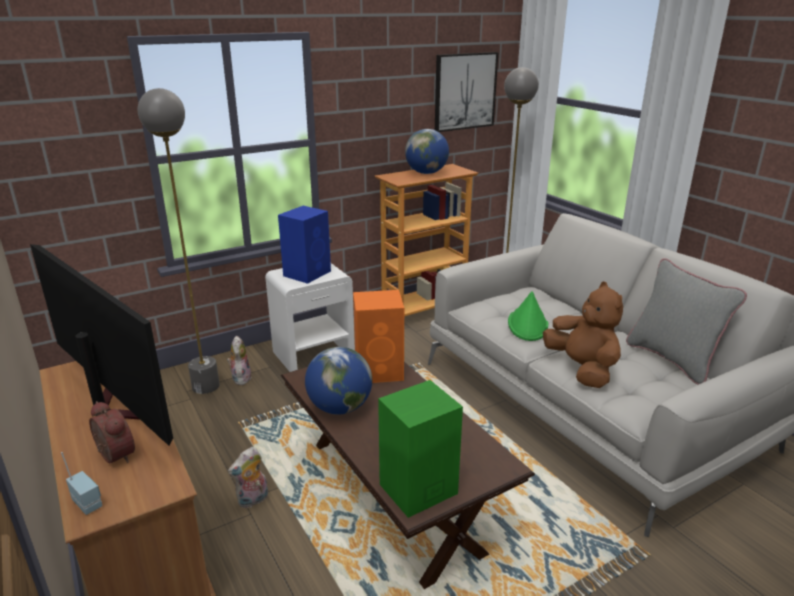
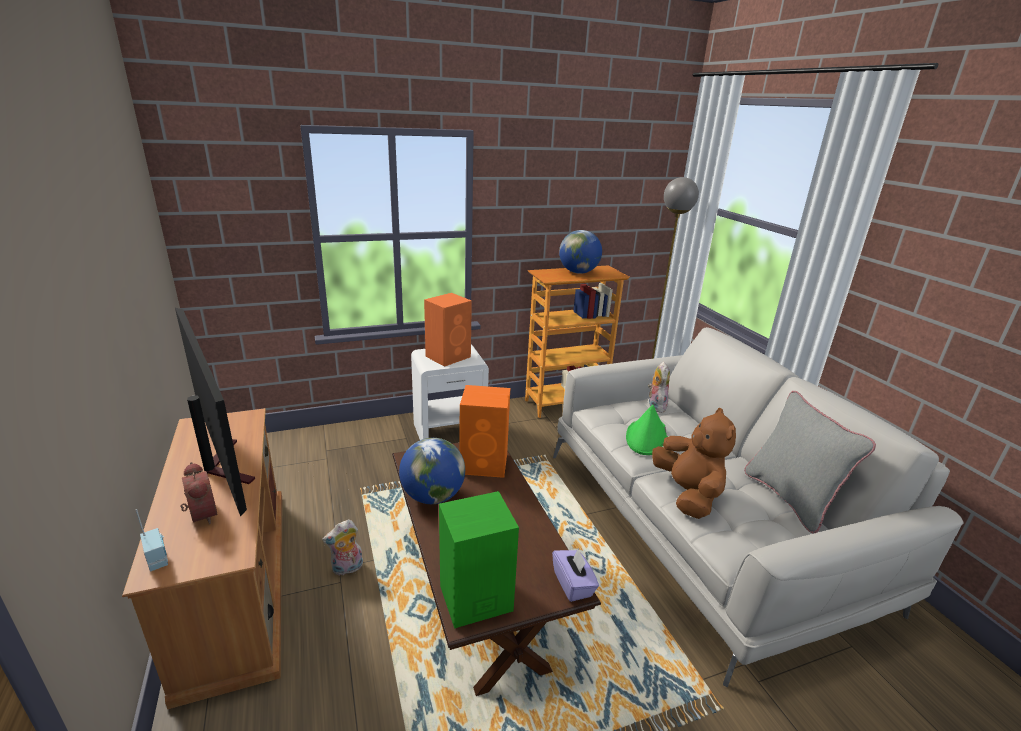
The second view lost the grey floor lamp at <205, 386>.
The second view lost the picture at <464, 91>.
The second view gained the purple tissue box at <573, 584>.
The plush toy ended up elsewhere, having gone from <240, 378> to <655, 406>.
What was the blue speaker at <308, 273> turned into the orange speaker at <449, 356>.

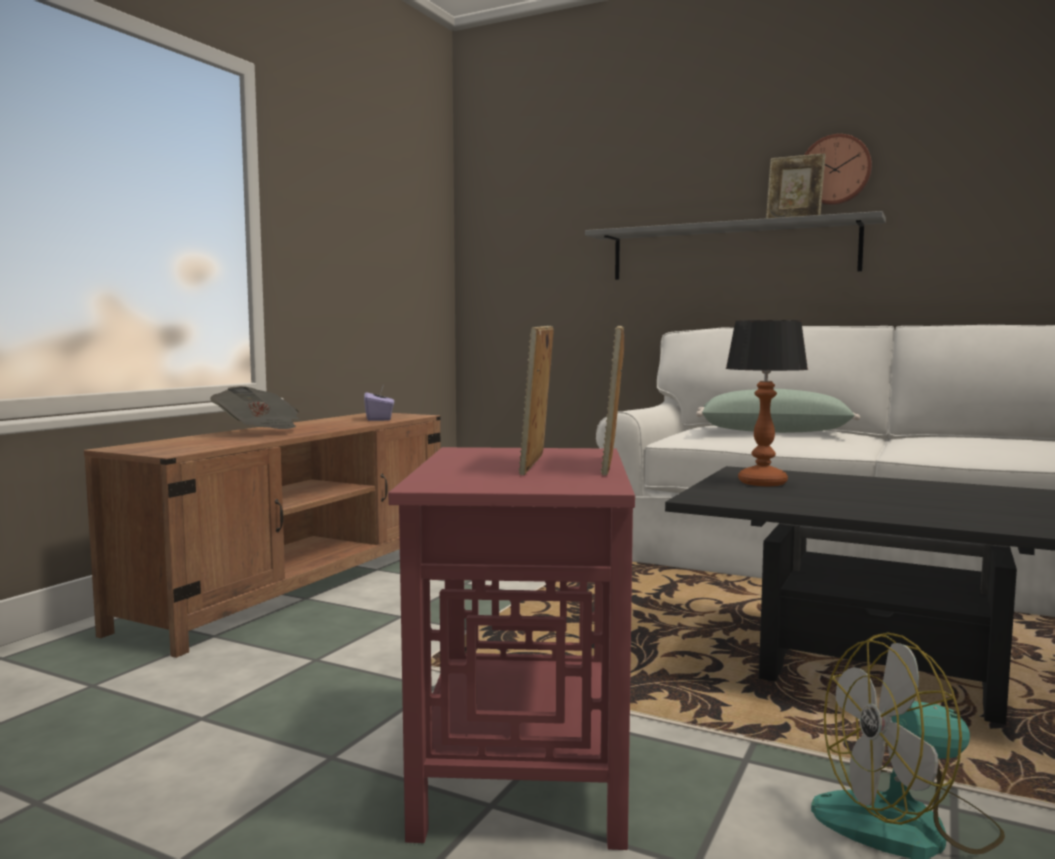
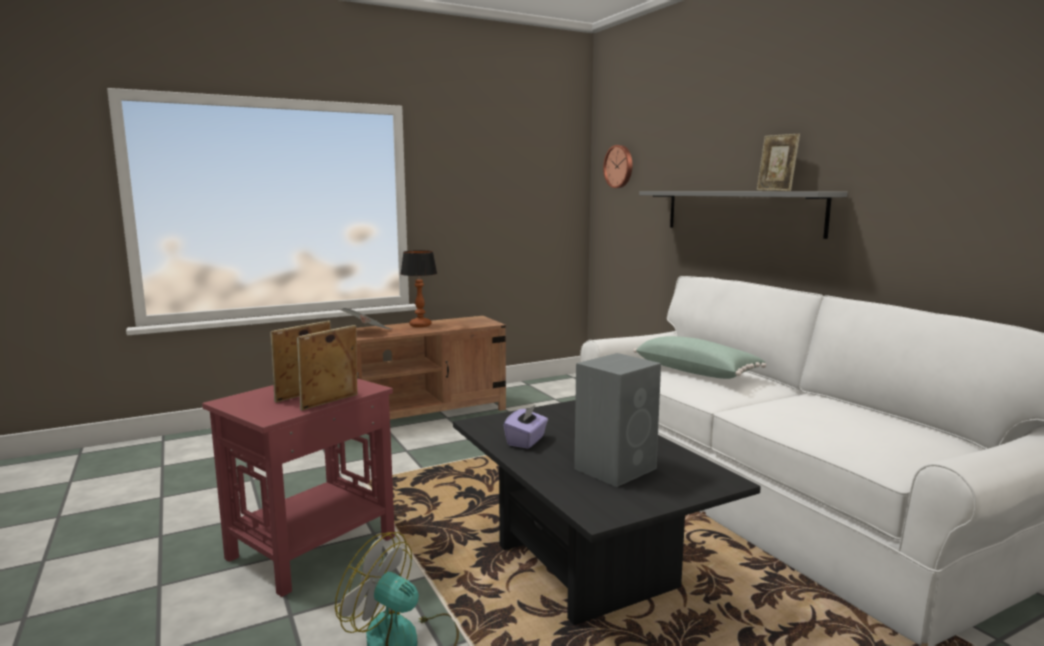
The second view gained the grey speaker at <616, 468>.
The purple tissue box ended up elsewhere, having gone from <379, 419> to <526, 441>.
The table lamp ended up elsewhere, having gone from <762, 482> to <420, 325>.
The wall clock ended up elsewhere, having gone from <835, 170> to <619, 166>.

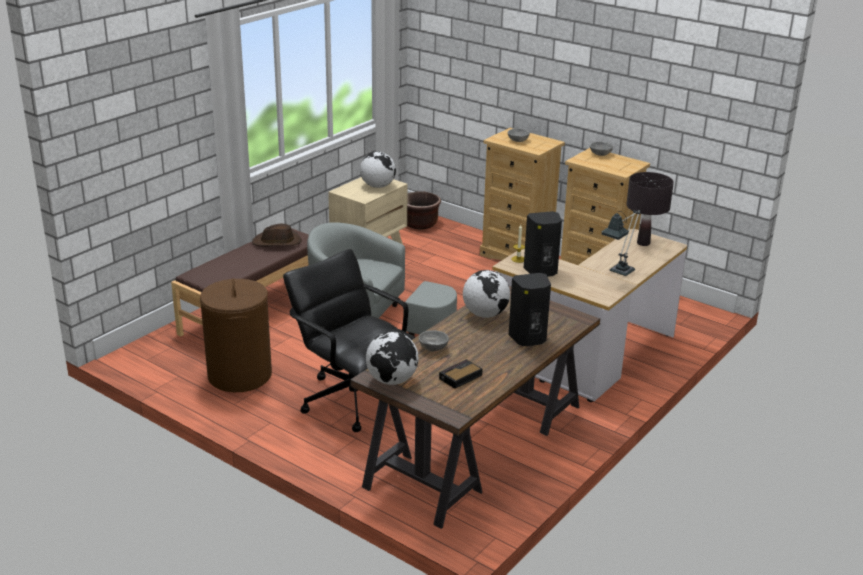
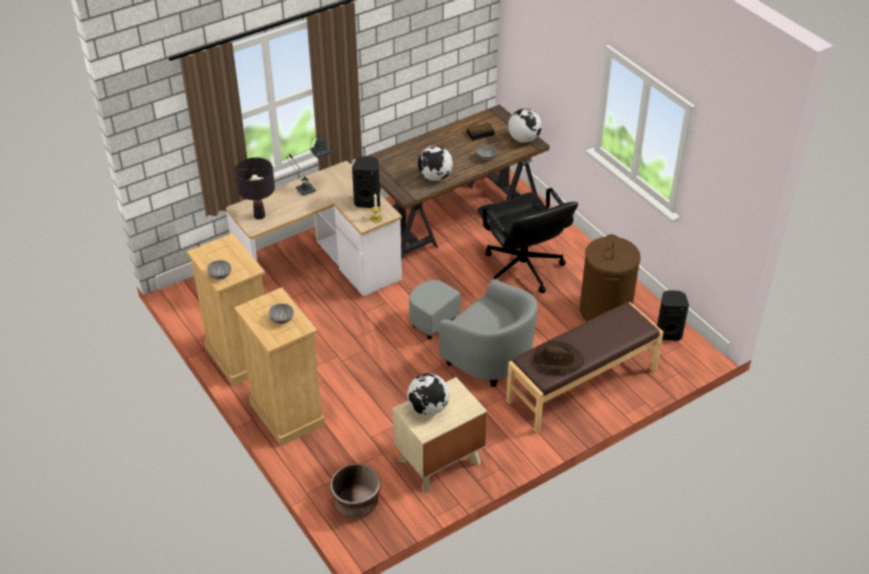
The black speaker ended up elsewhere, having gone from <528, 339> to <668, 333>.

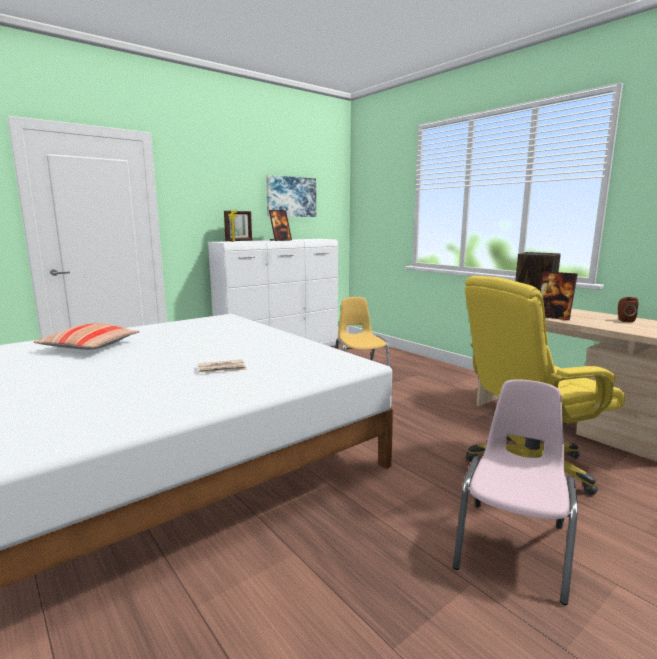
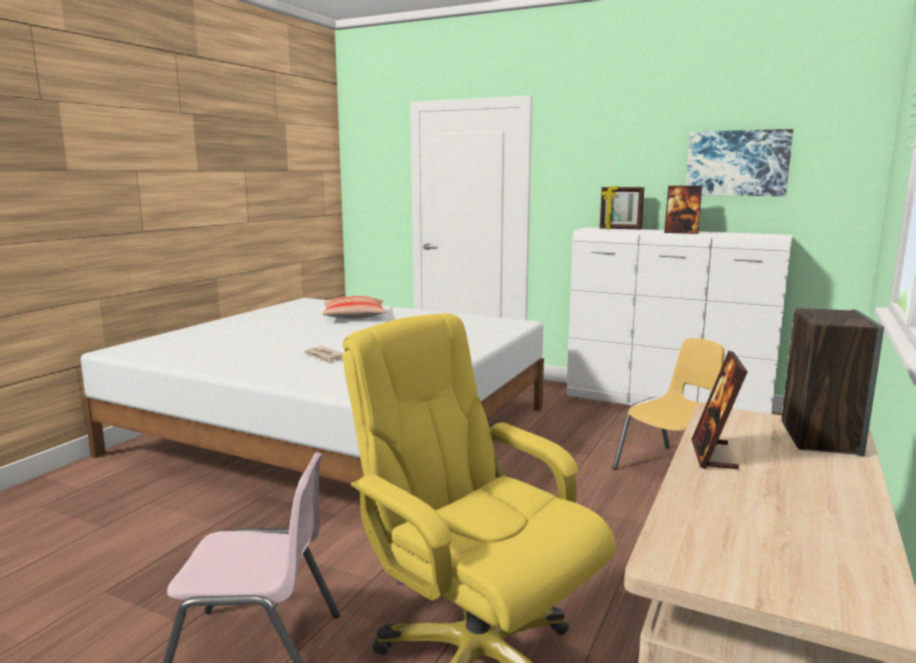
The second view lost the brown speaker at <624, 320>.

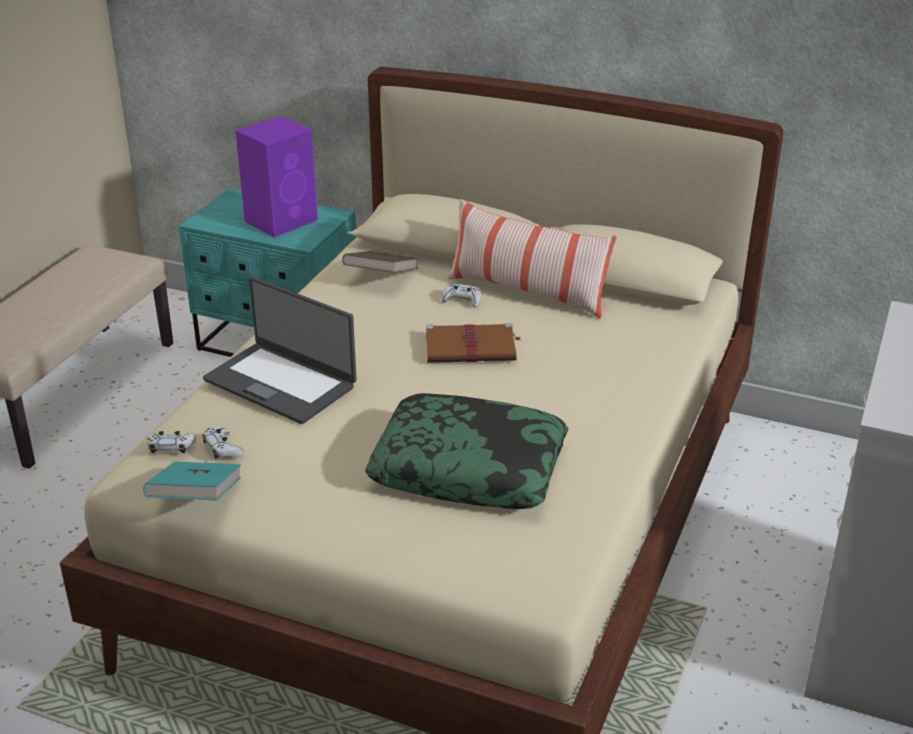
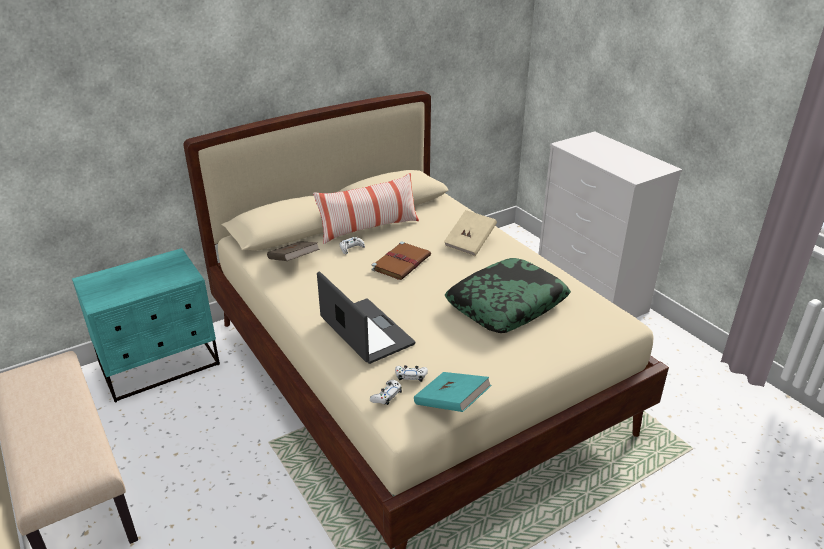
The second view lost the purple speaker at <282, 220>.
The second view gained the beige book at <470, 243>.
The laptop at <281, 382> ended up facing another way, 105 degrees counterclockwise from before.

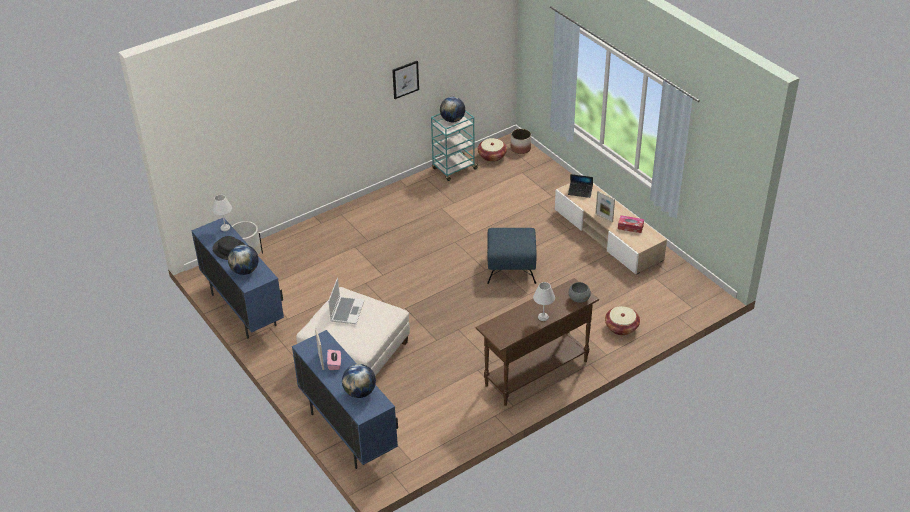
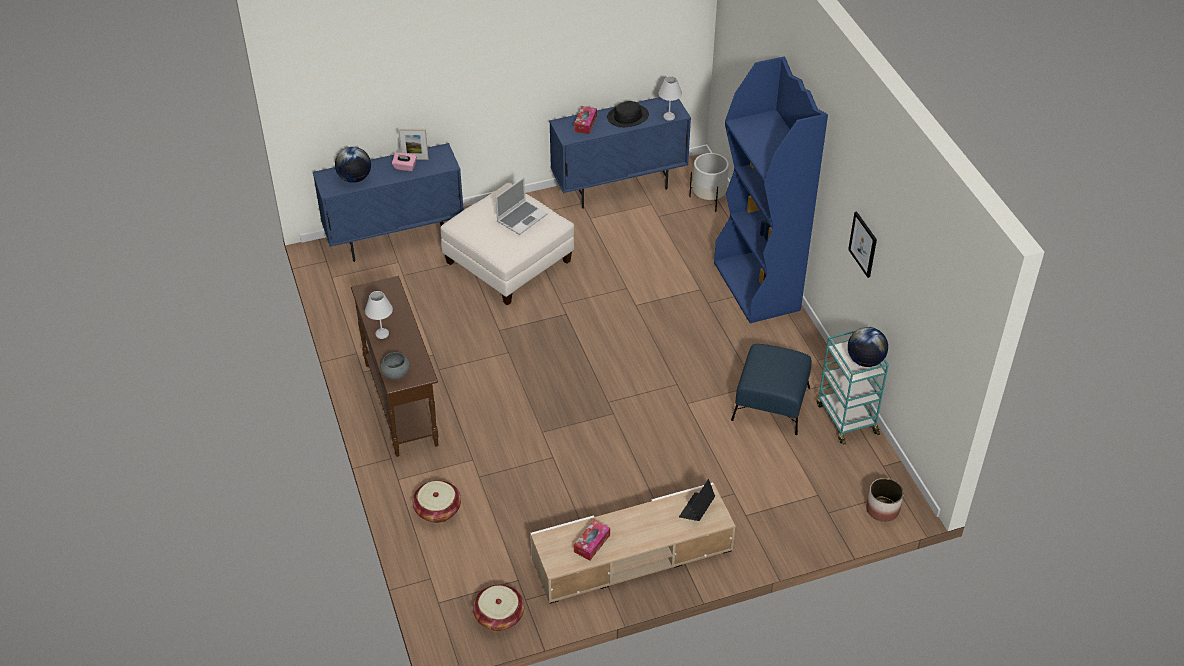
The second view lost the picture frame at <604, 218>.
The second view gained the blue bookcase at <757, 287>.
The basket ended up elsewhere, having gone from <492, 156> to <499, 616>.
The blue ottoman ended up elsewhere, having gone from <511, 267> to <770, 404>.
Where the globe stood at <245, 271>, the tissue box came to stand at <585, 124>.
The laptop at <347, 311> ended up facing another way, 75 degrees counterclockwise from before.

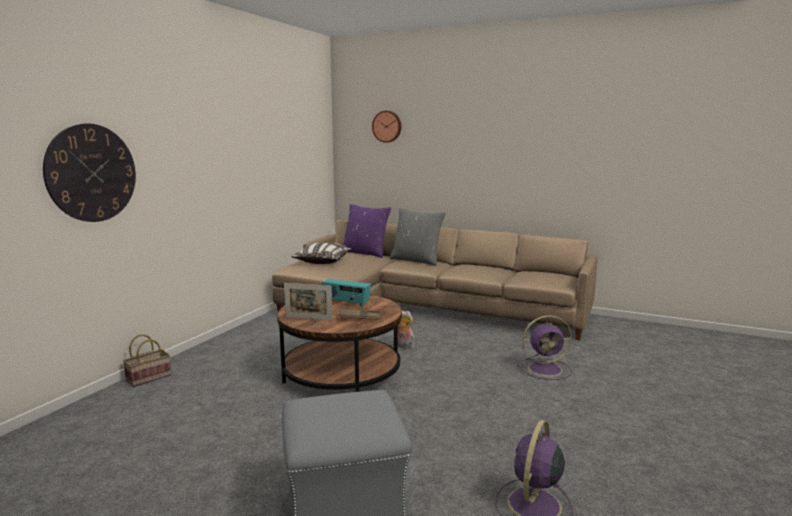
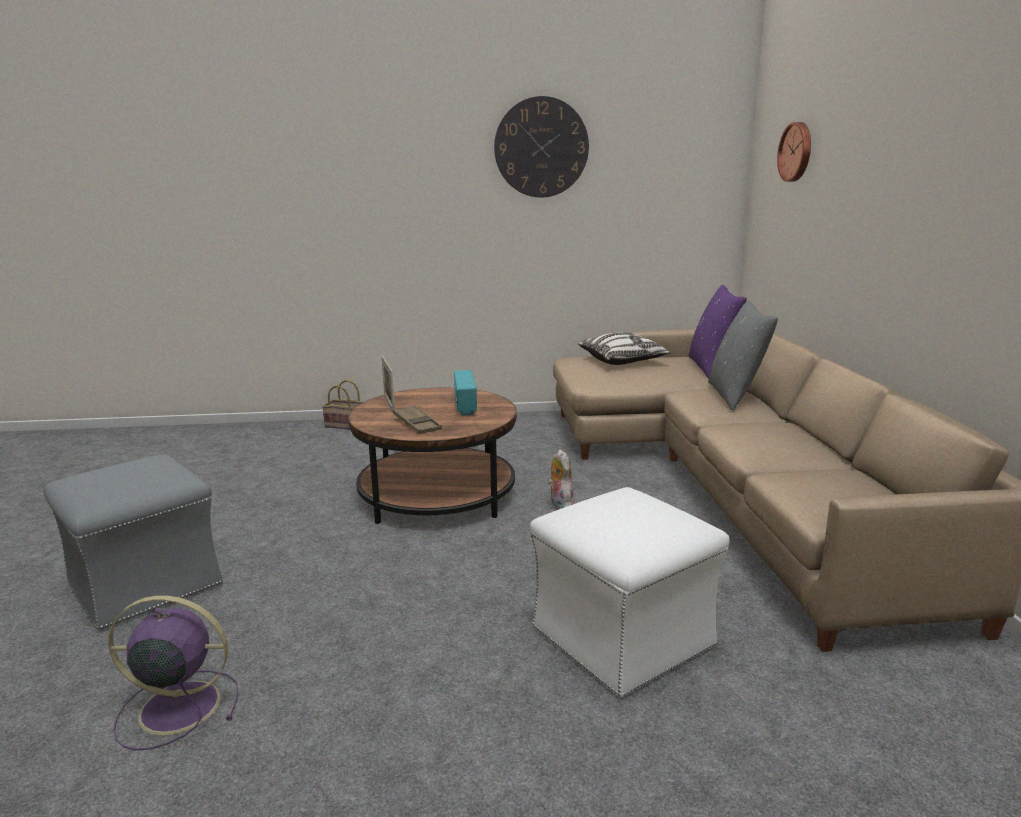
The wall clock ended up elsewhere, having gone from <91, 173> to <541, 147>.
Where the purple fan stood at <546, 369>, the white ottoman came to stand at <623, 637>.

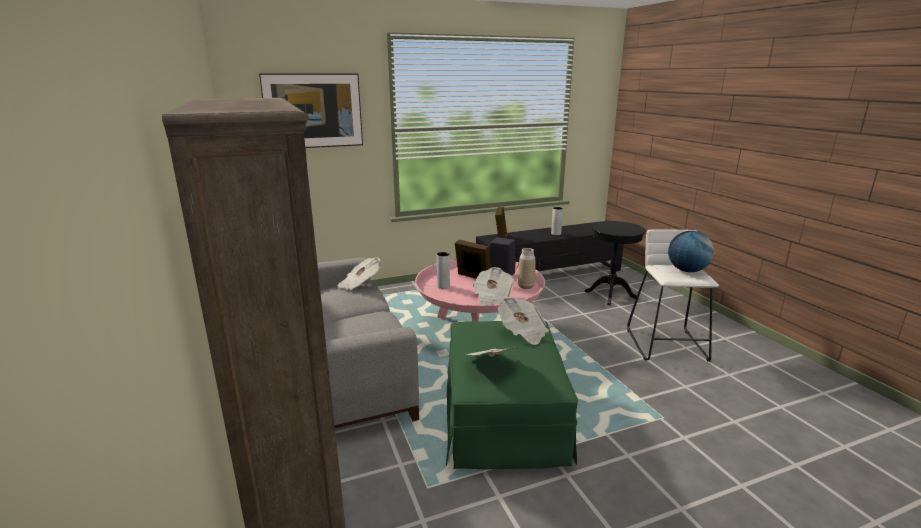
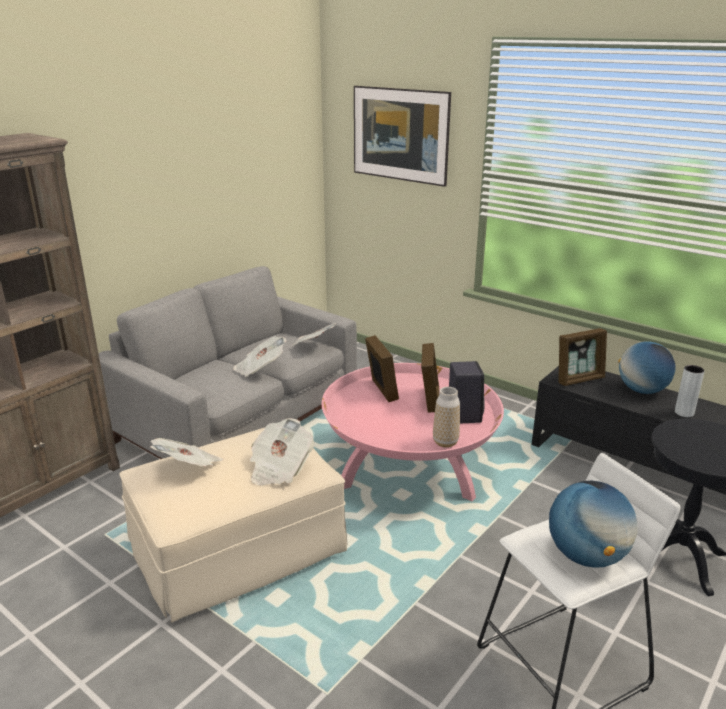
The second view gained the globe at <642, 390>.
The newspaper ended up elsewhere, having gone from <492, 297> to <260, 369>.
Where the grey vase stood at <443, 286>, the picture frame came to stand at <381, 390>.
What was the green ottoman at <503, 418> turned into the beige ottoman at <237, 547>.

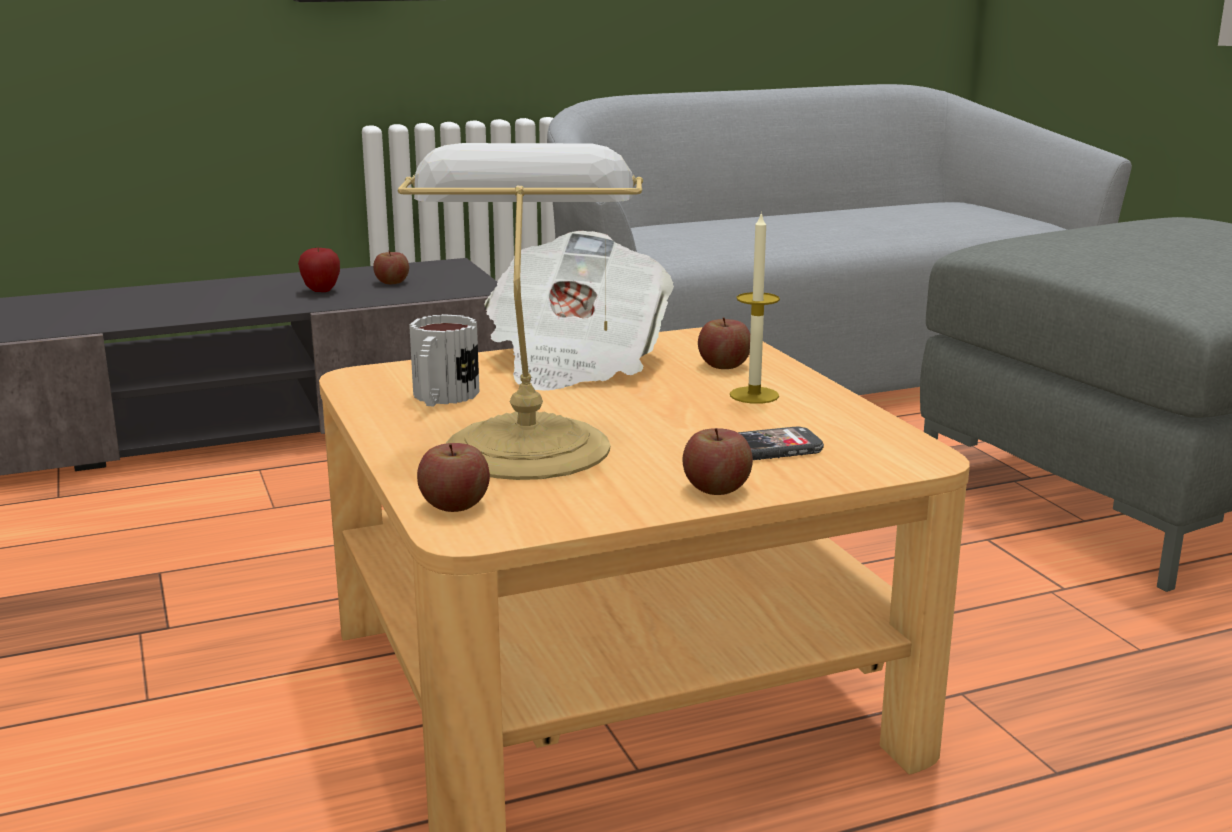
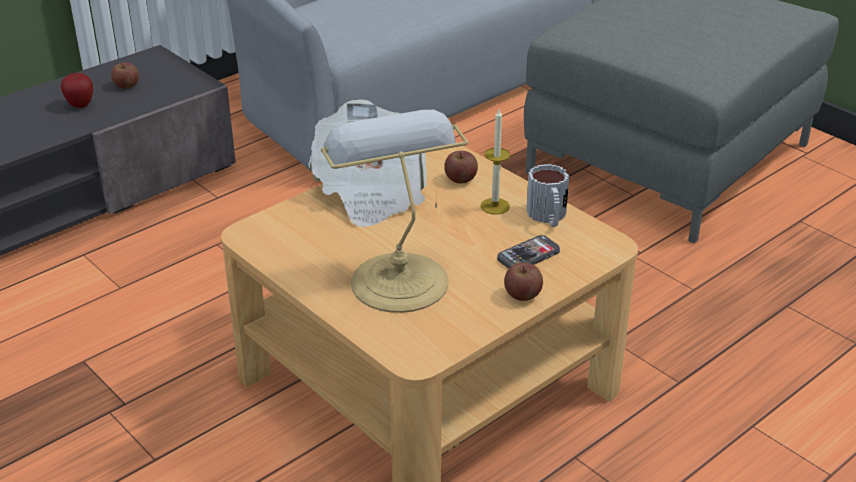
The second view lost the apple at <454, 504>.
The mug ended up elsewhere, having gone from <441, 398> to <548, 217>.

